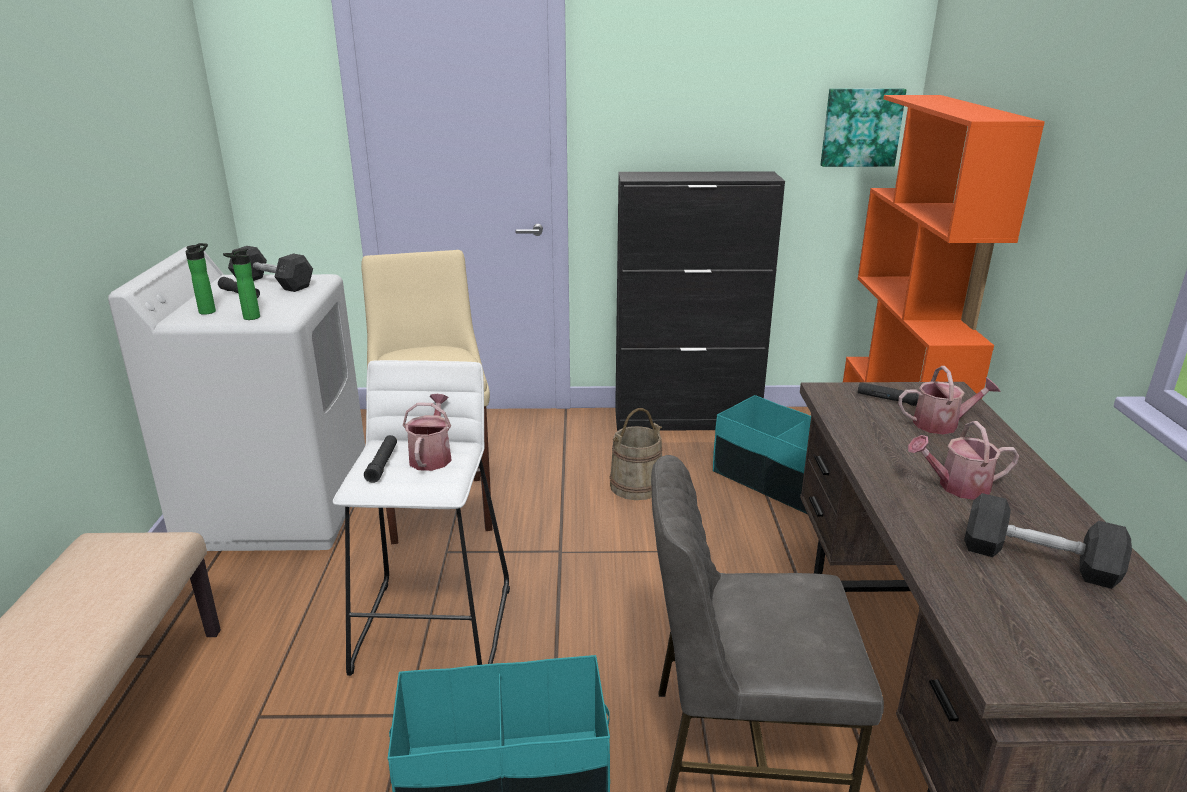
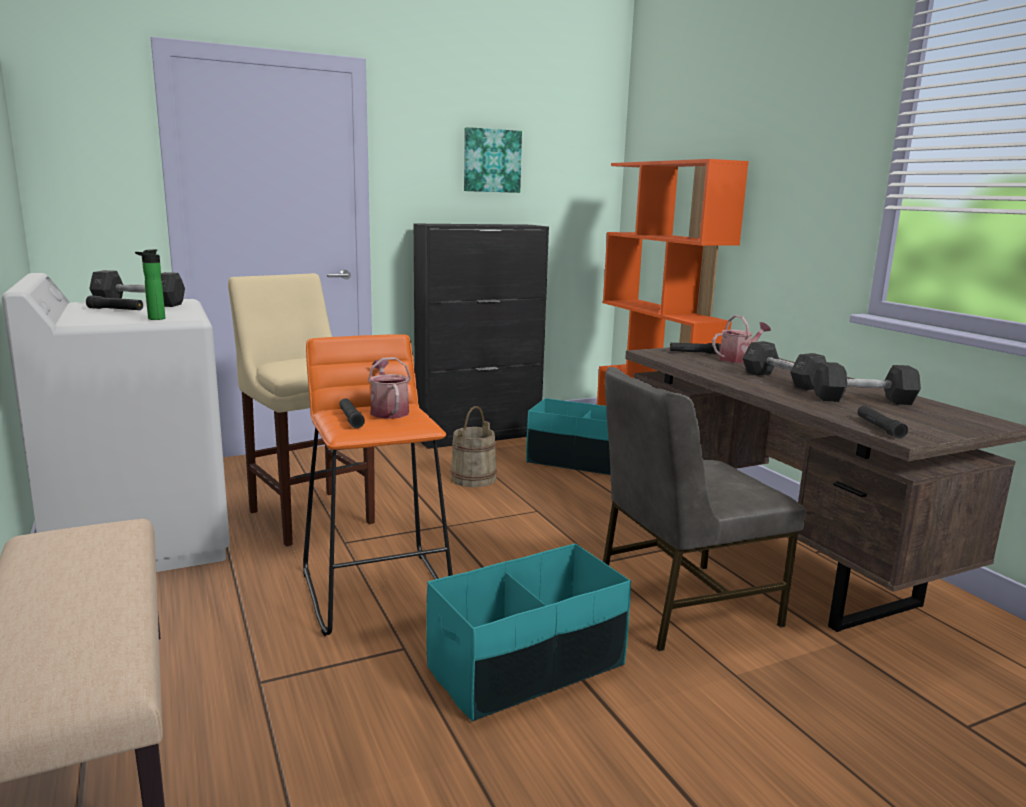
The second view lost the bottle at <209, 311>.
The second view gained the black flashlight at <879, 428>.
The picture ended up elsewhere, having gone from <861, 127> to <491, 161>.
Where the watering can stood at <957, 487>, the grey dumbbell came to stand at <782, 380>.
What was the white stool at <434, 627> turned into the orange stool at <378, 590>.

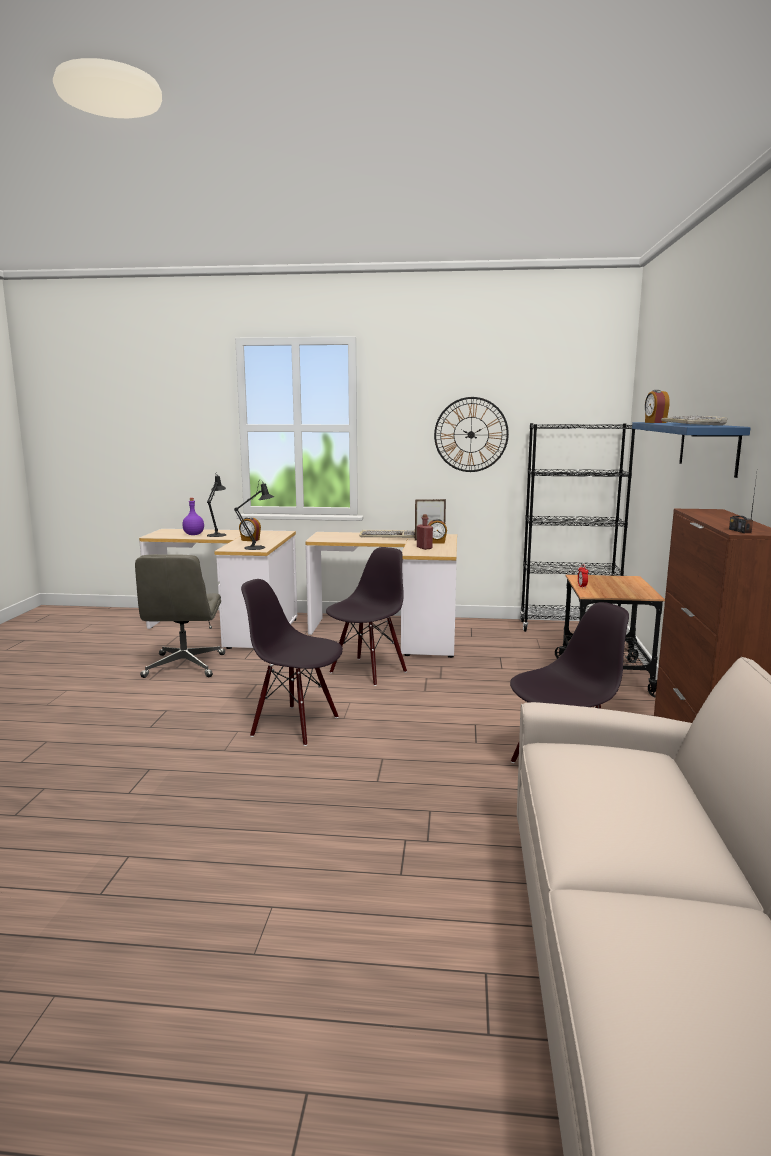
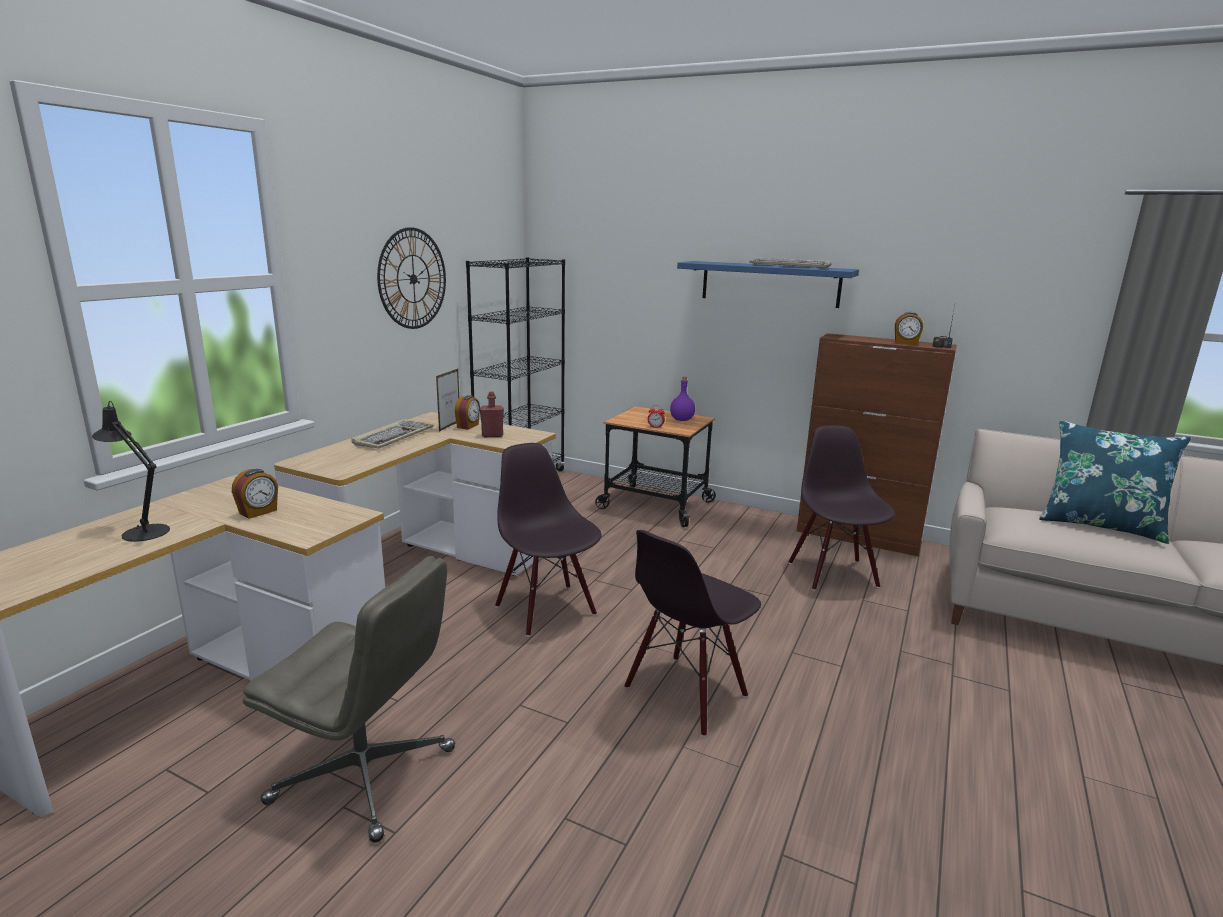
The second view lost the black table lamp at <258, 547>.
The second view gained the blue pillow at <1100, 525>.
The purple bottle ended up elsewhere, having gone from <193, 534> to <682, 420>.
The alarm clock ended up elsewhere, having gone from <655, 422> to <906, 343>.

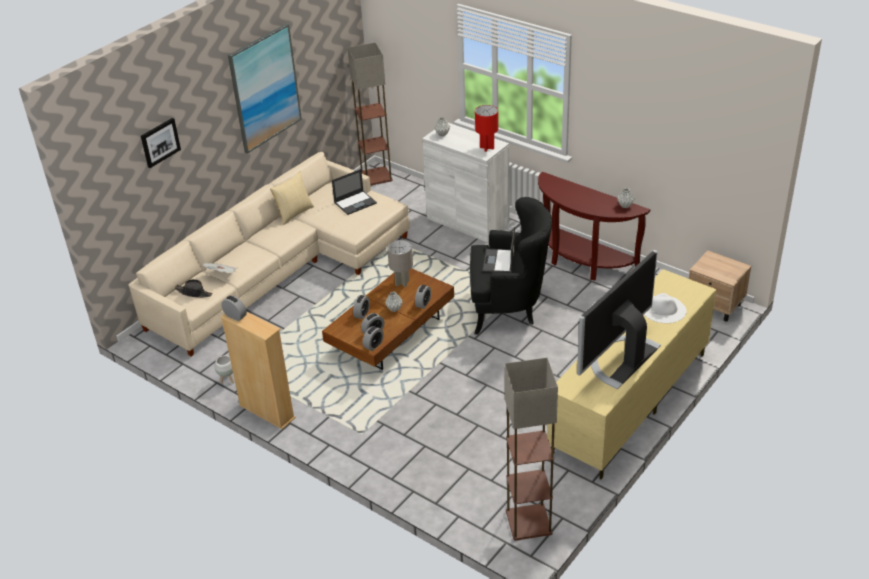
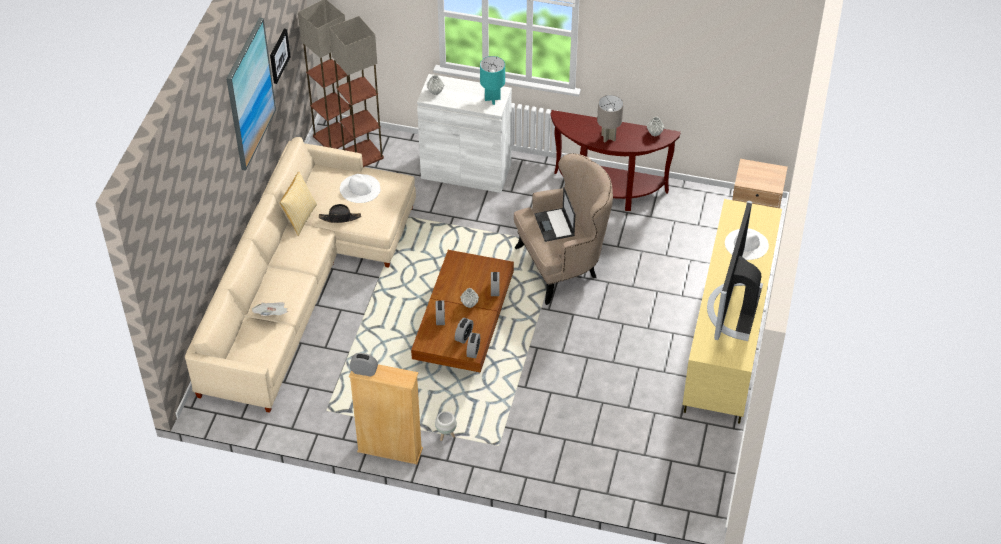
The picture ended up elsewhere, having gone from <160, 142> to <278, 55>.
The black hat ended up elsewhere, having gone from <194, 293> to <340, 218>.
The white planter ended up elsewhere, having gone from <227, 380> to <446, 435>.
The grey table lamp ended up elsewhere, having gone from <402, 283> to <608, 137>.
The floor lamp ended up elsewhere, having gone from <528, 523> to <362, 155>.
Where the laptop stood at <355, 203>, the white hat came to stand at <360, 188>.
What was the black armchair at <508, 308> turned into the beige armchair at <563, 265>.
What was the red table lamp at <486, 148> turned into the turquoise table lamp at <492, 99>.

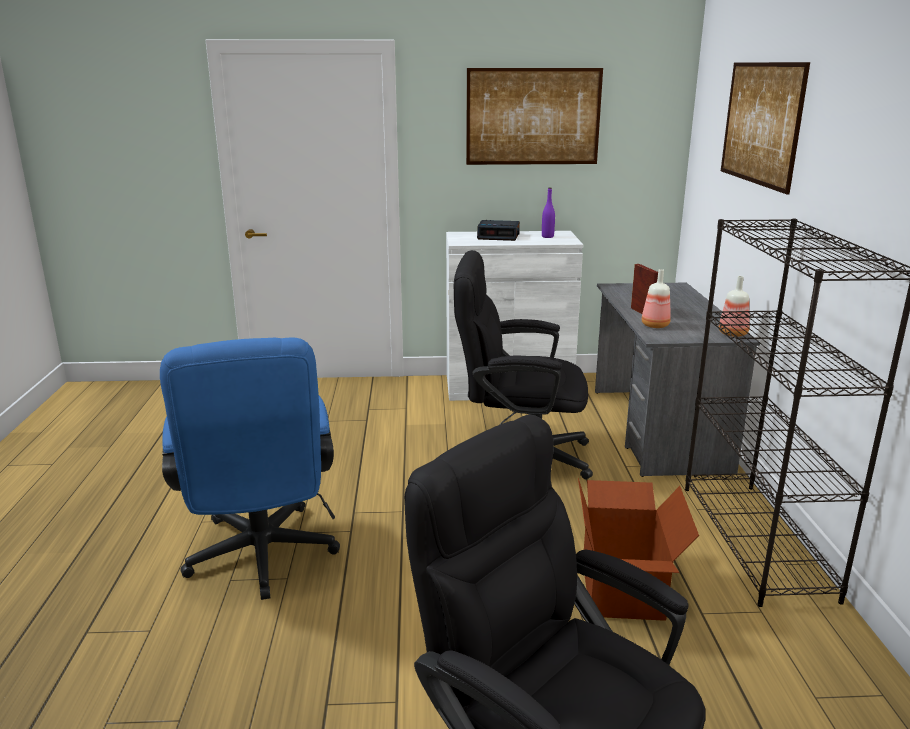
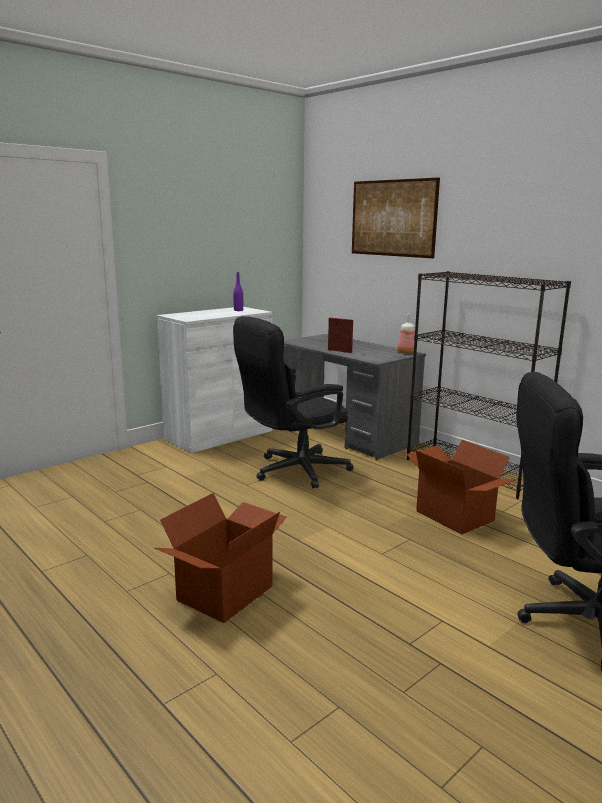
The second view lost the picture at <533, 117>.
The second view lost the alarm clock at <499, 236>.
The second view lost the bottle at <654, 325>.
Where the blue office chair stood at <262, 560>, the cardboard box came to stand at <224, 592>.

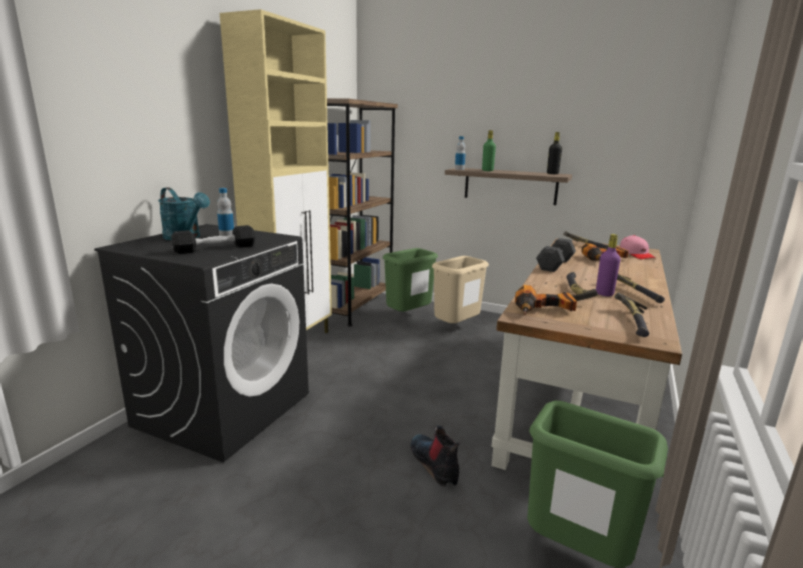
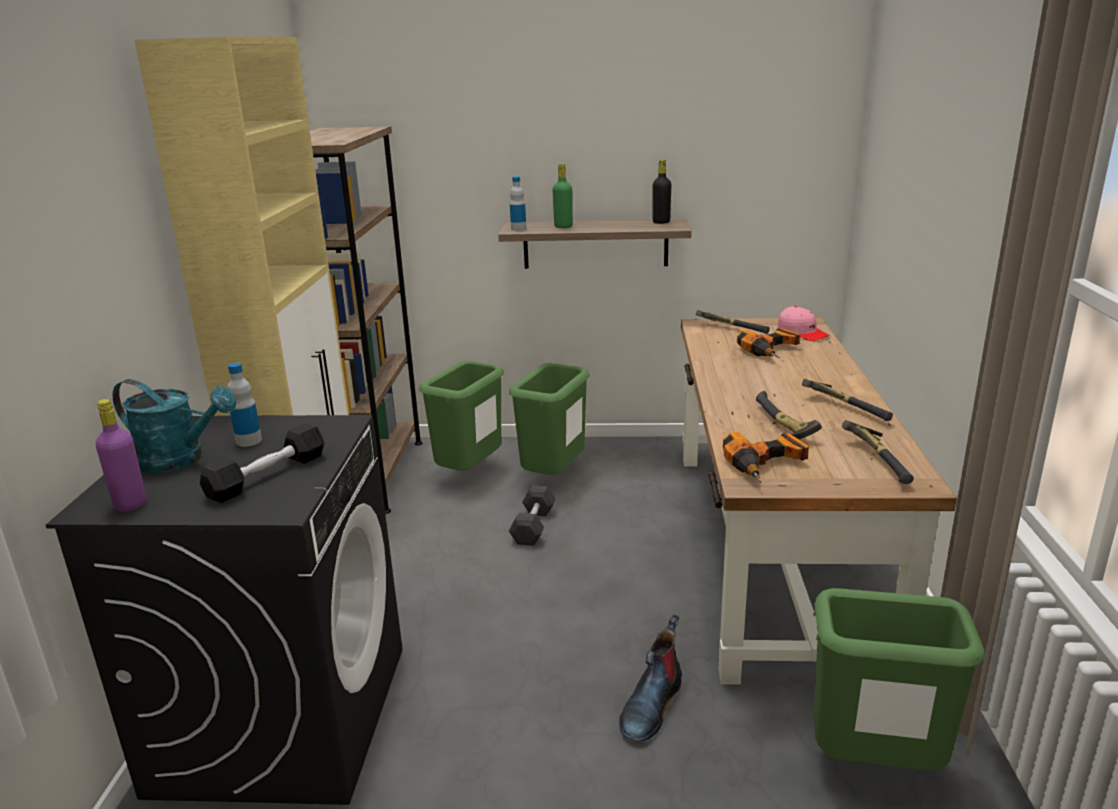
The grey dumbbell ended up elsewhere, having gone from <555, 264> to <533, 526>.
The purple bottle ended up elsewhere, having gone from <604, 294> to <130, 504>.
What was the beige trash can at <456, 328> turned into the green trash can at <554, 478>.
The boot at <435, 464> ended up facing another way, 105 degrees counterclockwise from before.

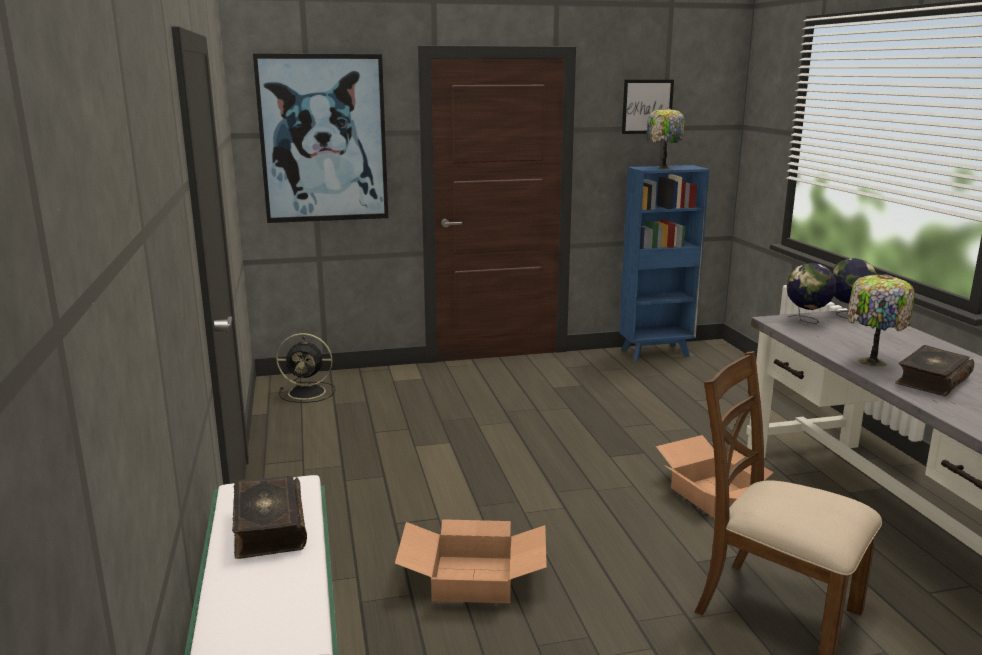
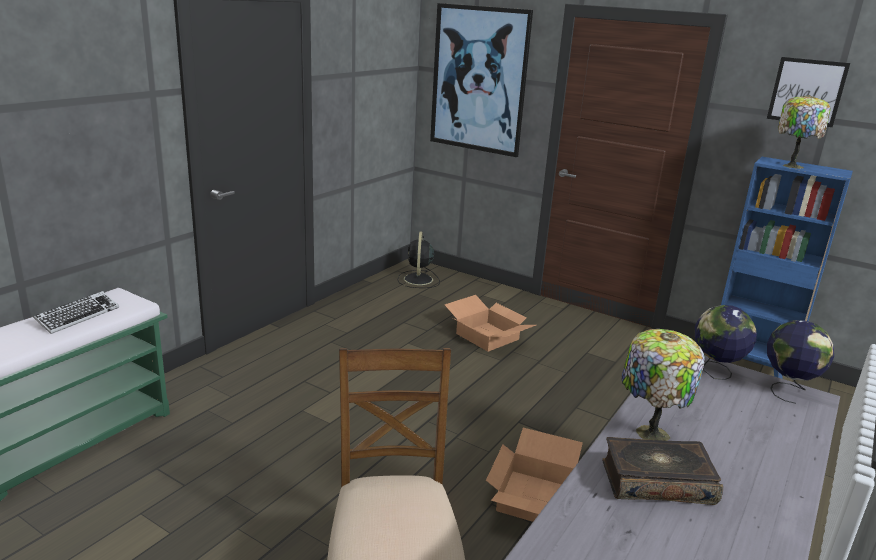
The cardboard box ended up elsewhere, having gone from <474, 578> to <488, 336>.
Where the book stood at <268, 528>, the keyboard came to stand at <78, 316>.
The black fan at <308, 392> ended up facing another way, 45 degrees clockwise from before.

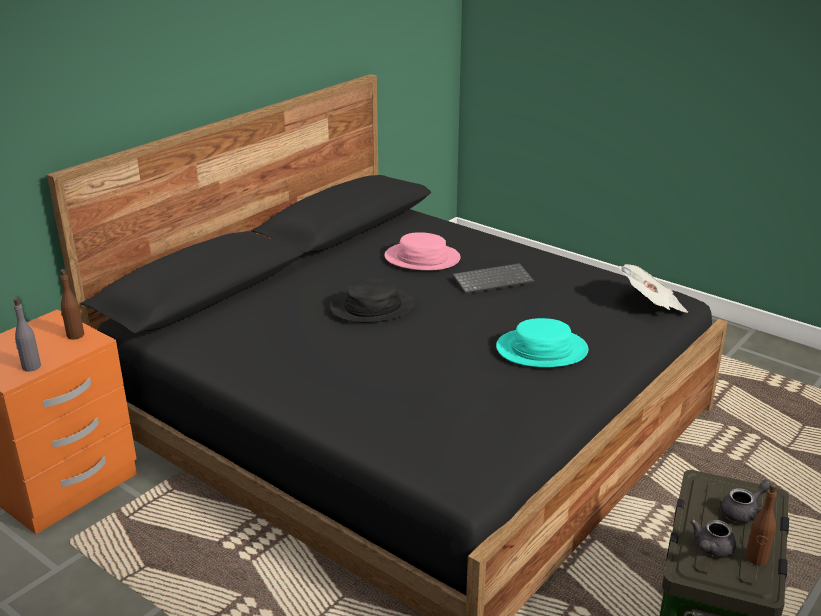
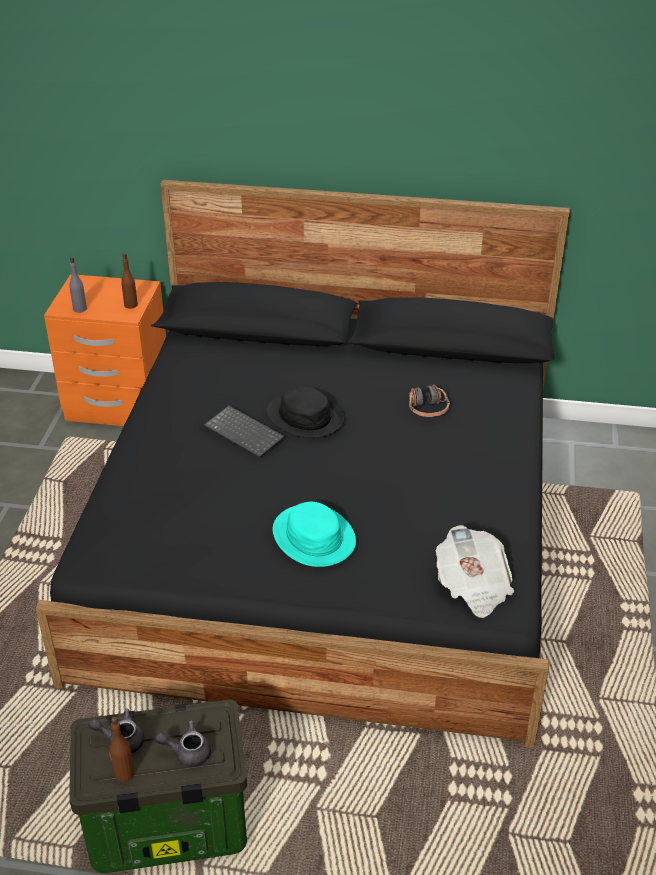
The keyboard ended up elsewhere, having gone from <493, 280> to <245, 433>.
Where the pink hat stood at <422, 258>, the headphones came to stand at <427, 409>.
The grey teapot at <744, 512> ended up facing another way, 150 degrees clockwise from before.

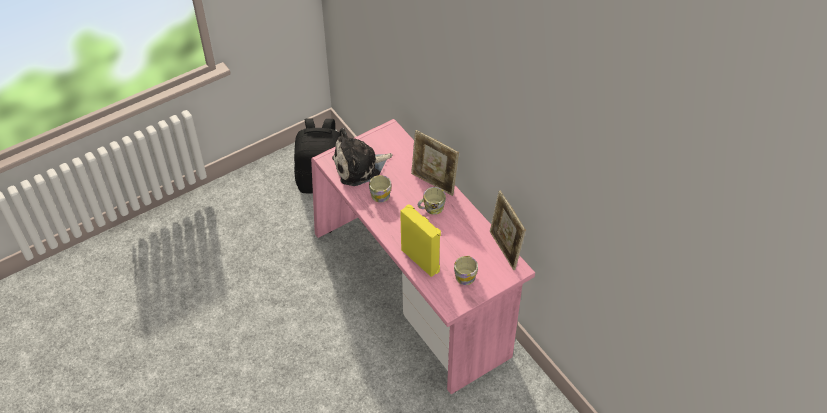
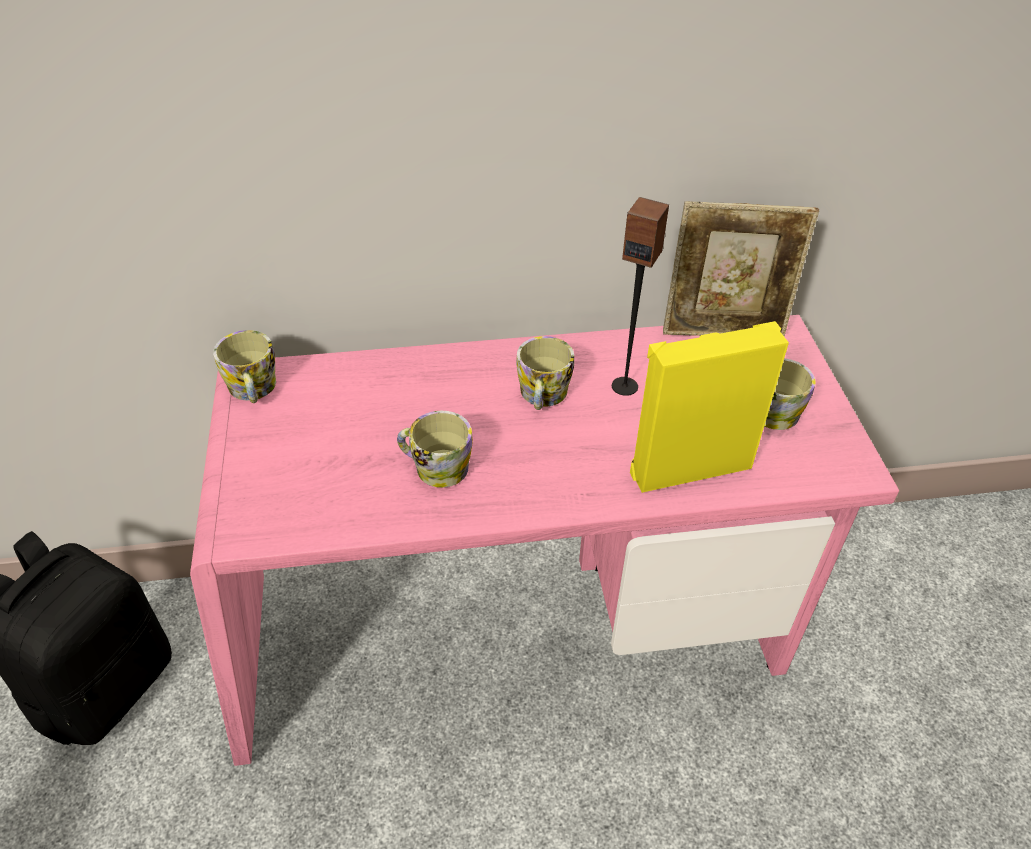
The second view lost the plush toy at <359, 166>.
The second view lost the picture frame at <434, 183>.
The second view gained the mug at <253, 390>.
The second view gained the speaker at <625, 386>.

